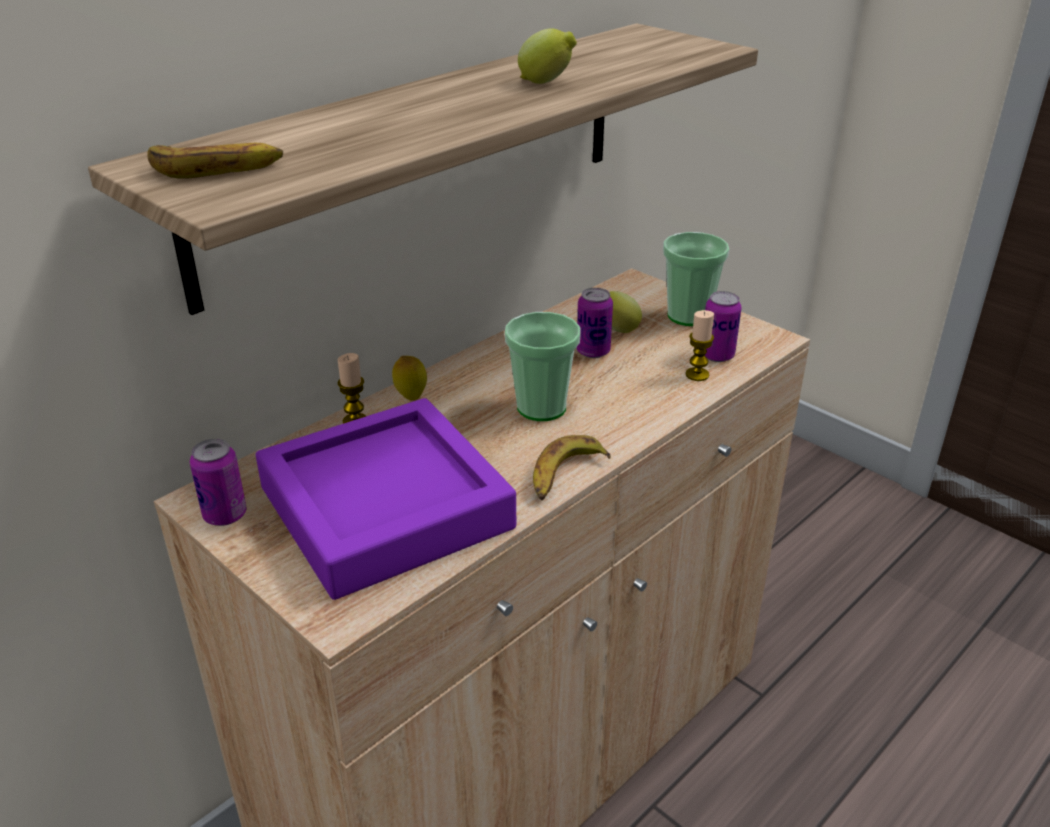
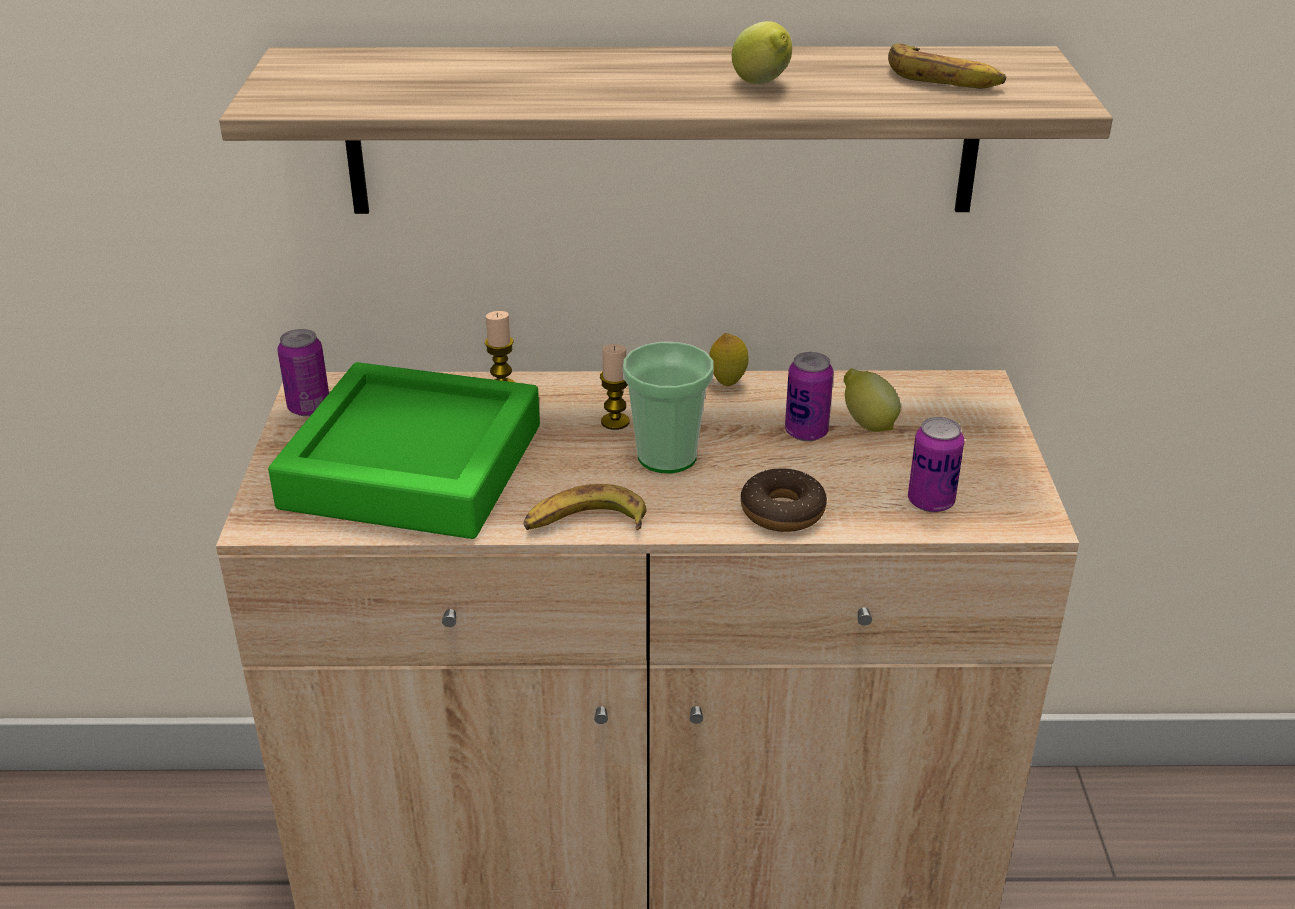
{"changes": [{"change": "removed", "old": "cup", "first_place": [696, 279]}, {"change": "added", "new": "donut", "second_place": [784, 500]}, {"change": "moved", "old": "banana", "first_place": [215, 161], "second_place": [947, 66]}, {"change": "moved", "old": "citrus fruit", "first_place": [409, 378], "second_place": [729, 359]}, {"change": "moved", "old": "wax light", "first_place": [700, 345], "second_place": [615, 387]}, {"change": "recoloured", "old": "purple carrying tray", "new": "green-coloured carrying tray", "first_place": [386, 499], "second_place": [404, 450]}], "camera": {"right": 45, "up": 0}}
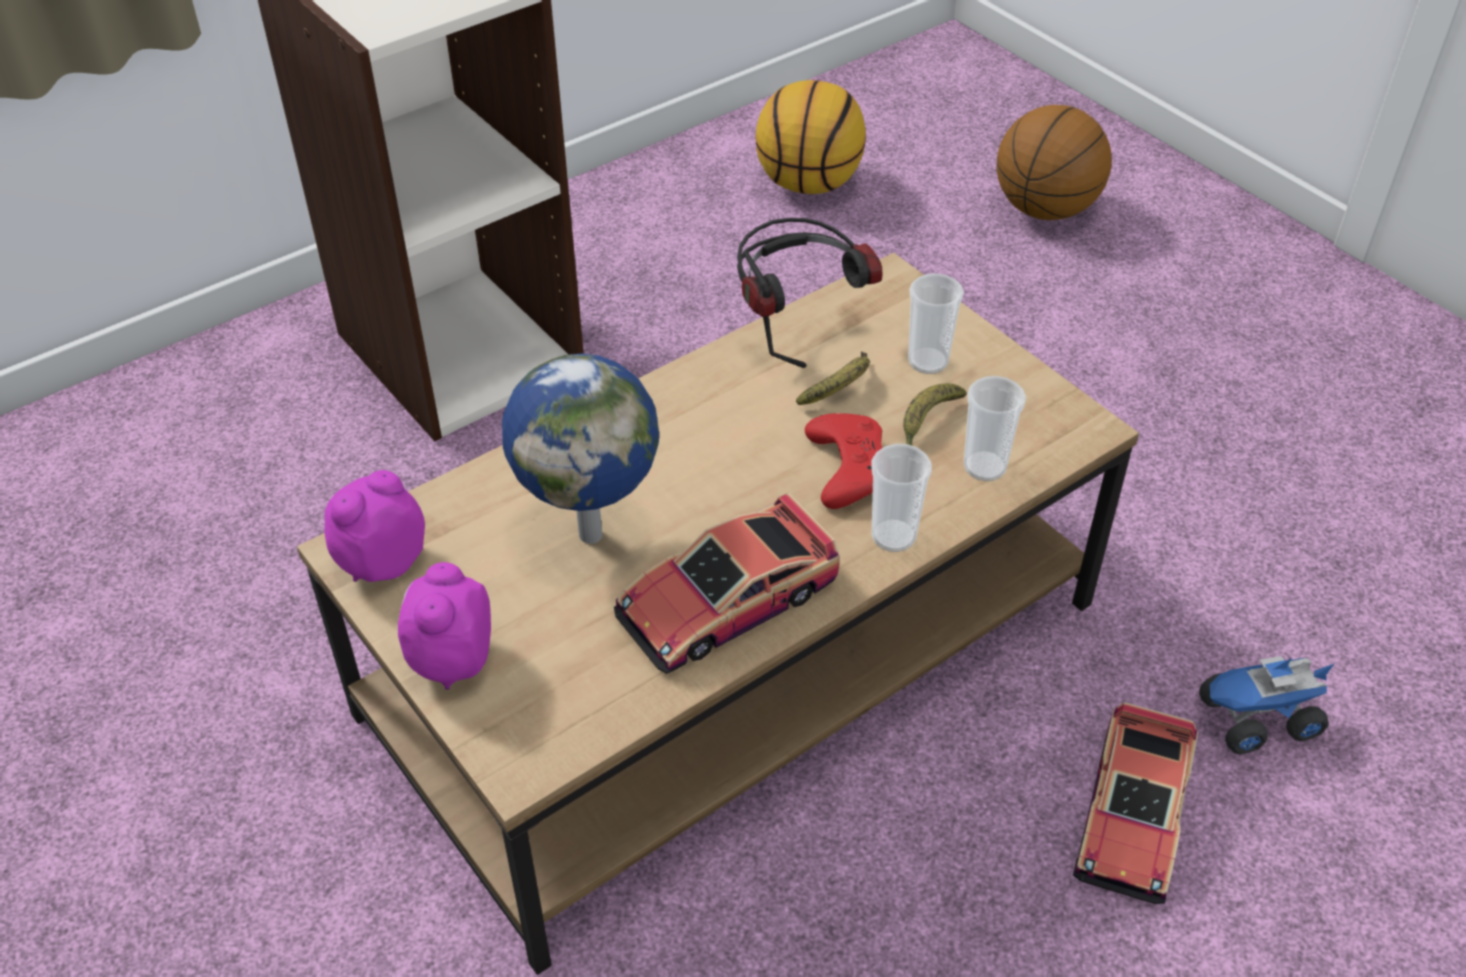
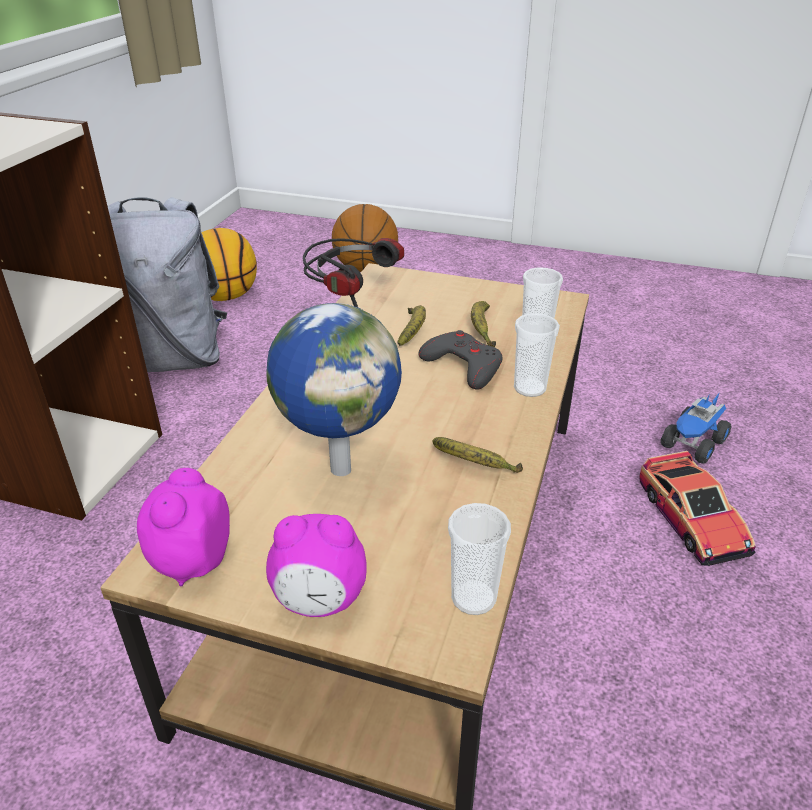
{"changes": [{"change": "added", "new": "greyish backpack", "second_place": [167, 284]}, {"change": "moved", "old": "cup", "first_place": [936, 323], "second_place": [479, 559]}, {"change": "replaced", "old": "model car", "new": "banana", "first_place": [727, 583], "second_place": [477, 455]}, {"change": "recoloured", "old": "red game controller", "new": "greyish game controller", "first_place": [843, 461], "second_place": [460, 359]}, {"change": "turned", "old": "table clock", "first_place": [444, 626], "second_place": [316, 565], "degrees": -60}], "camera": {"right": -35, "up": -10}}
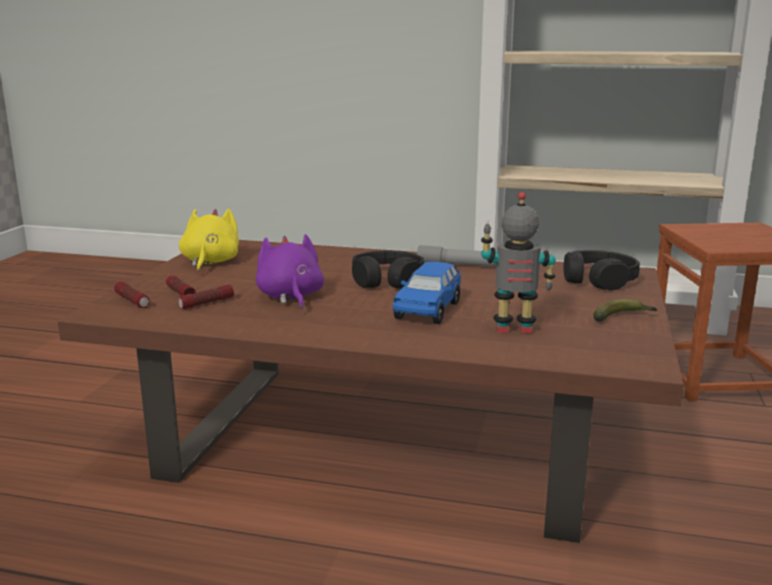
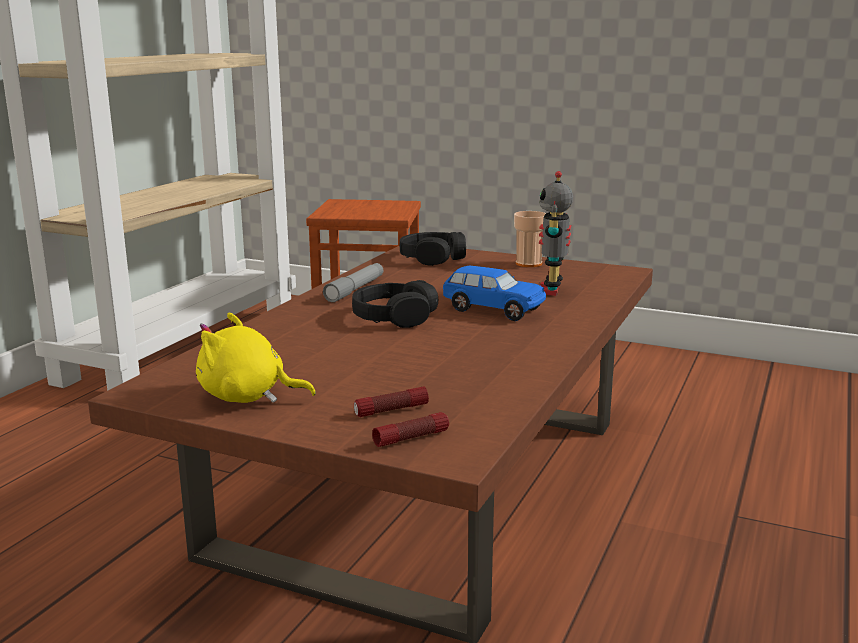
{"changes": [{"change": "removed", "old": "torch", "first_place": [206, 297]}, {"change": "removed", "old": "purple plush toy", "first_place": [290, 271]}, {"change": "replaced", "old": "banana", "new": "cup", "first_place": [625, 310], "second_place": [530, 239]}], "camera": {"right": -80, "up": 0}}
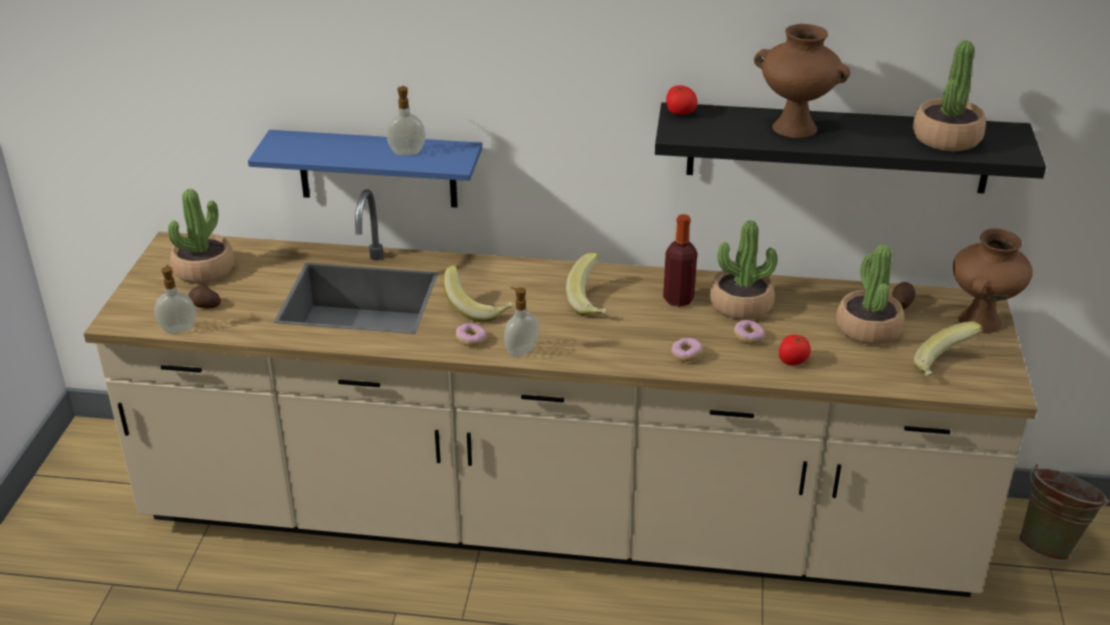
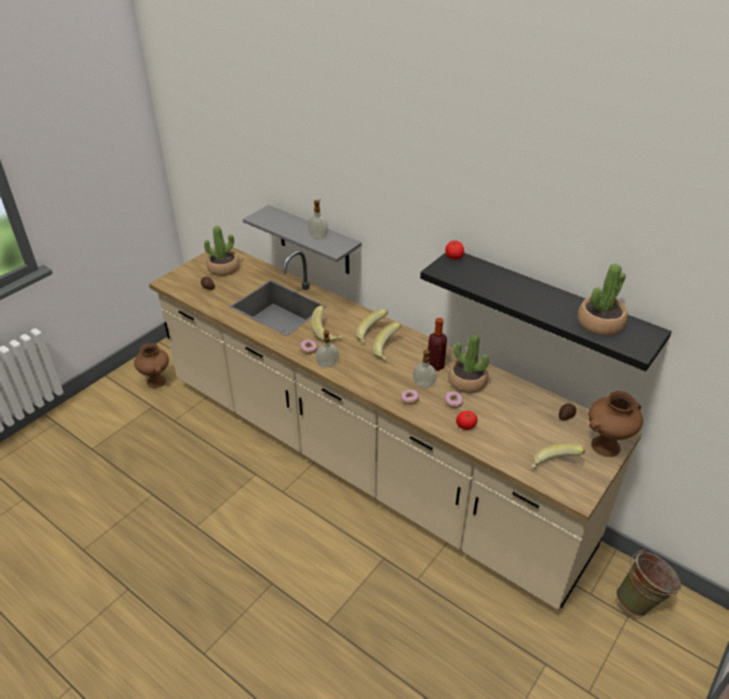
{"changes": [{"change": "removed", "old": "houseplant", "first_place": [870, 294]}, {"change": "added", "new": "banana", "second_place": [371, 326]}, {"change": "moved", "old": "liquid soap bottle", "first_place": [175, 299], "second_place": [425, 368]}, {"change": "moved", "old": "brown decorative vase", "first_place": [802, 81], "second_place": [151, 365]}, {"change": "recoloured", "old": "blue-coloured bracket shelf", "new": "greyish bracket shelf", "first_place": [365, 169], "second_place": [302, 239]}], "camera": {"right": 30, "up": 5}}
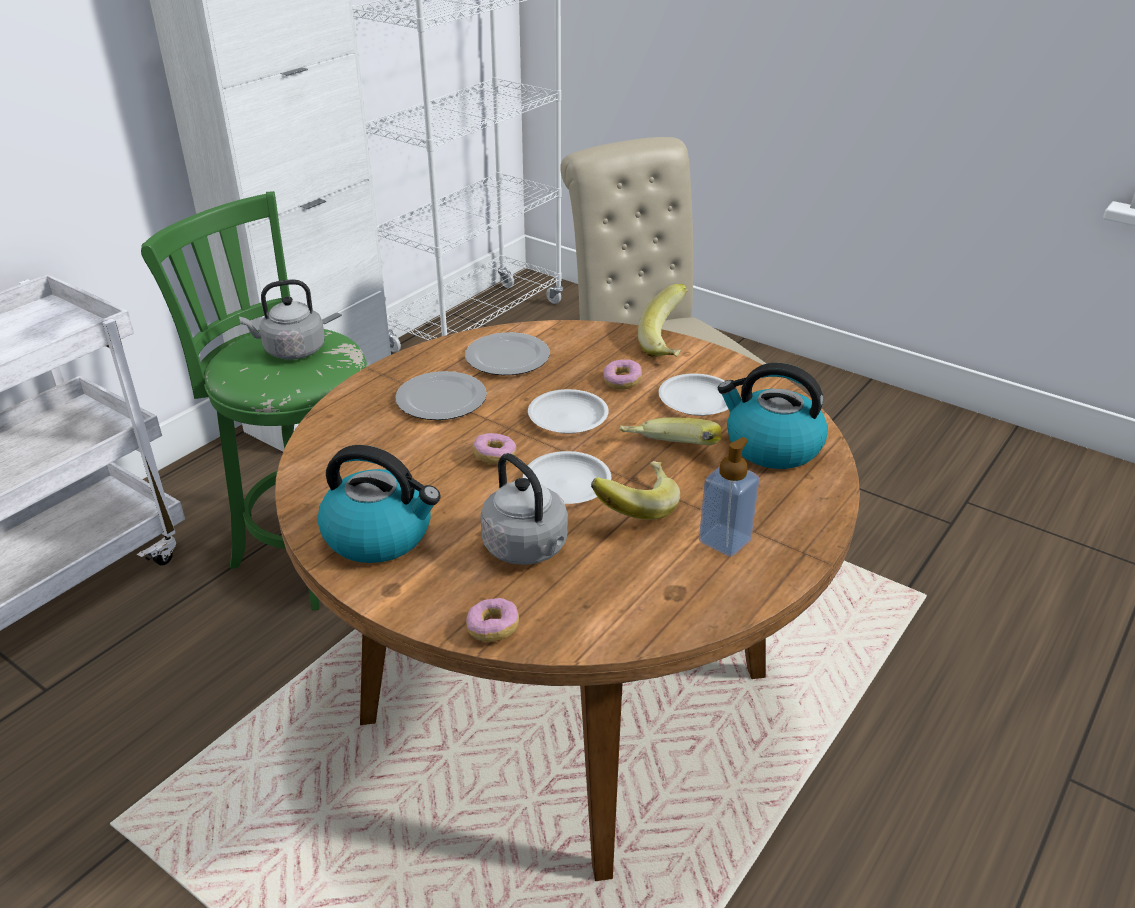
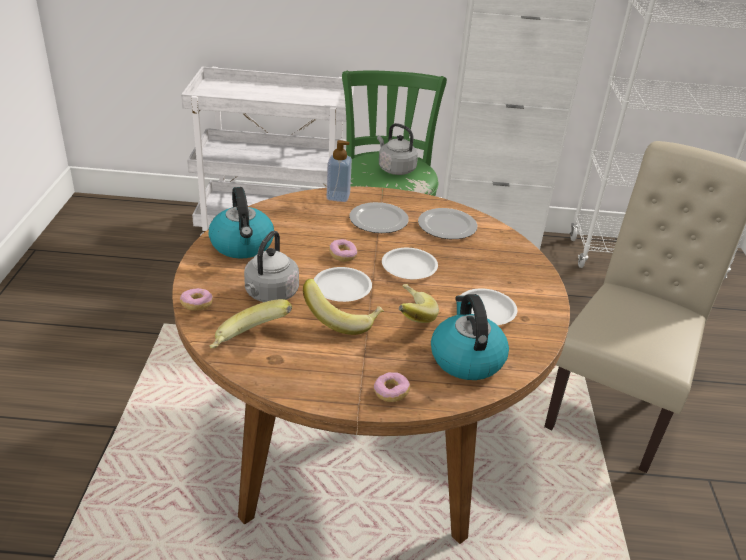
{"changes": [{"change": "moved", "old": "donut", "first_place": [622, 374], "second_place": [392, 387]}, {"change": "moved", "old": "banana", "first_place": [663, 320], "second_place": [251, 323]}, {"change": "moved", "old": "liquid soap bottle", "first_place": [729, 497], "second_place": [339, 171]}], "camera": {"right": 55, "up": 0}}
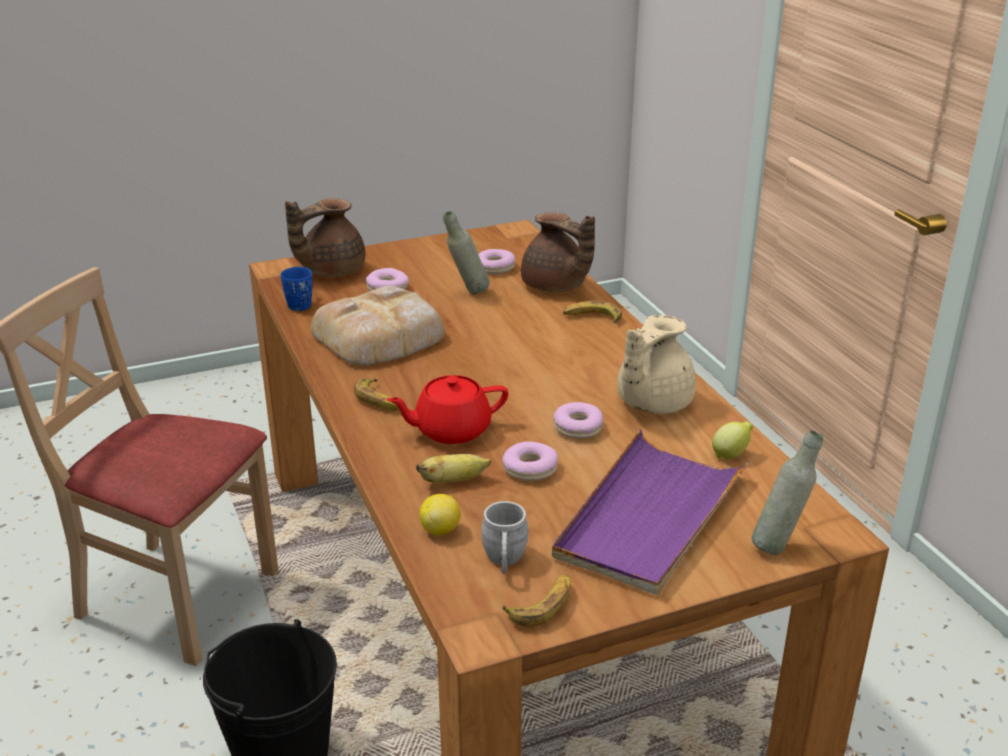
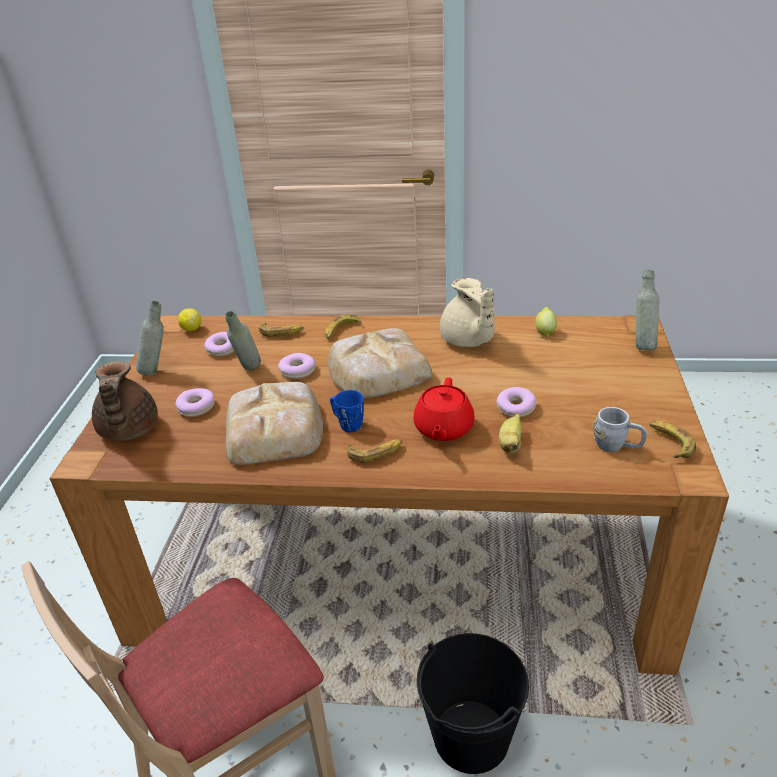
{"changes": [{"change": "removed", "old": "purple carrying tray", "first_place": [650, 512]}, {"change": "added", "new": "greyish drink bottle", "second_place": [150, 338]}, {"change": "added", "new": "baked bread", "second_place": [380, 363]}, {"change": "moved", "old": "blue-coloured tea mug", "first_place": [296, 289], "second_place": [347, 411]}, {"change": "moved", "old": "citrus fruit", "first_place": [440, 514], "second_place": [189, 319]}, {"change": "moved", "old": "donut", "first_place": [578, 420], "second_place": [296, 366]}, {"change": "replaced", "old": "brown tea pot", "new": "banana", "first_place": [558, 252], "second_place": [281, 330]}], "camera": {"right": -60, "up": 5}}
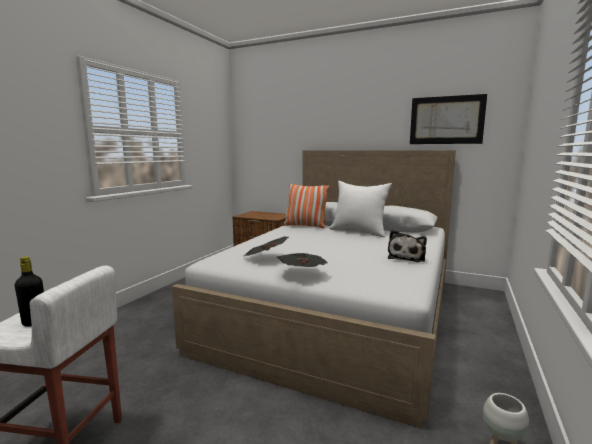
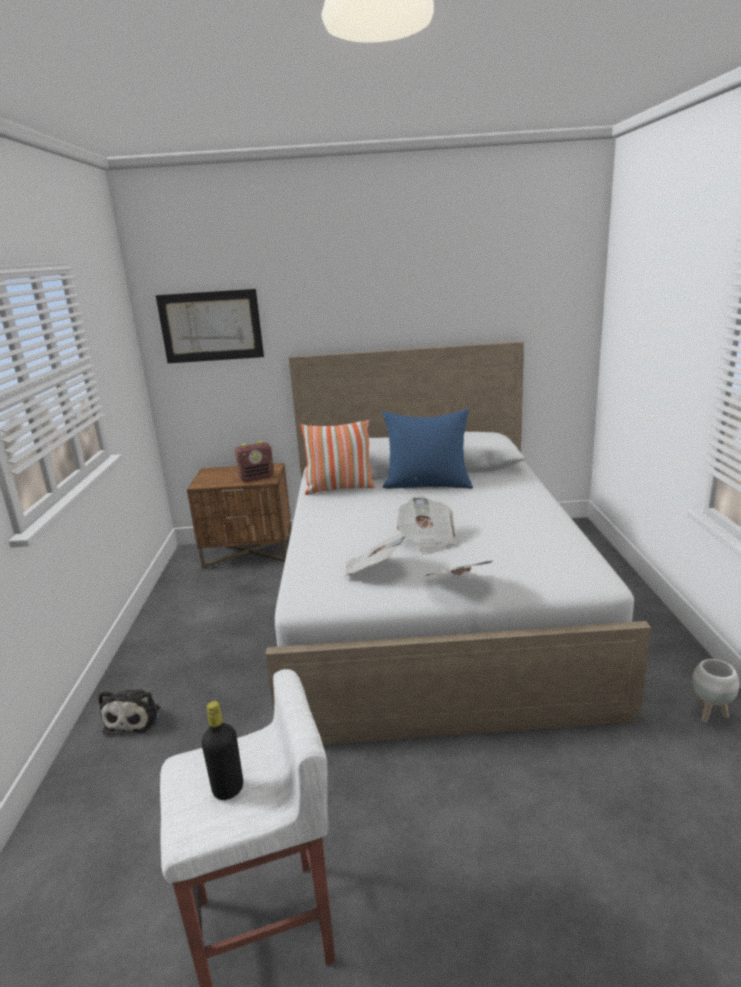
{"changes": [{"change": "added", "new": "radio set", "second_place": [254, 461]}, {"change": "added", "new": "printed paper", "second_place": [426, 525]}, {"change": "moved", "old": "plush toy", "first_place": [407, 246], "second_place": [129, 712]}, {"change": "moved", "old": "wall art", "first_place": [448, 119], "second_place": [210, 326]}, {"change": "recoloured", "old": "white-coloured pillow", "new": "blue-coloured pillow", "first_place": [360, 209], "second_place": [427, 449]}], "camera": {"right": -25, "up": 10}}
